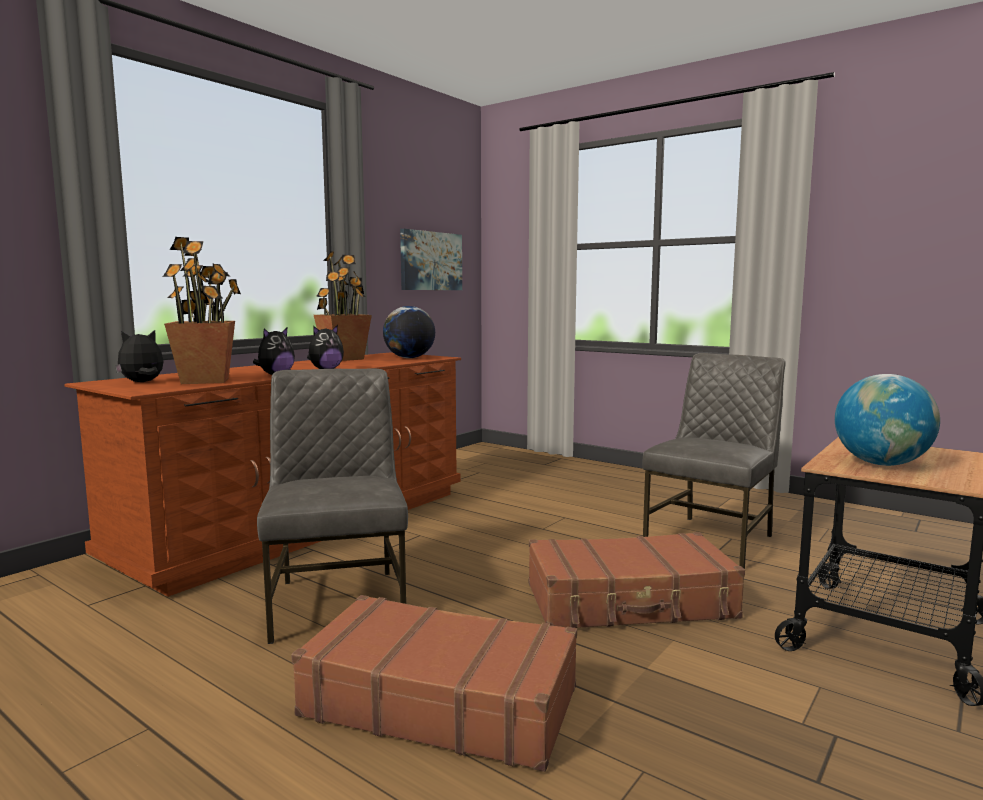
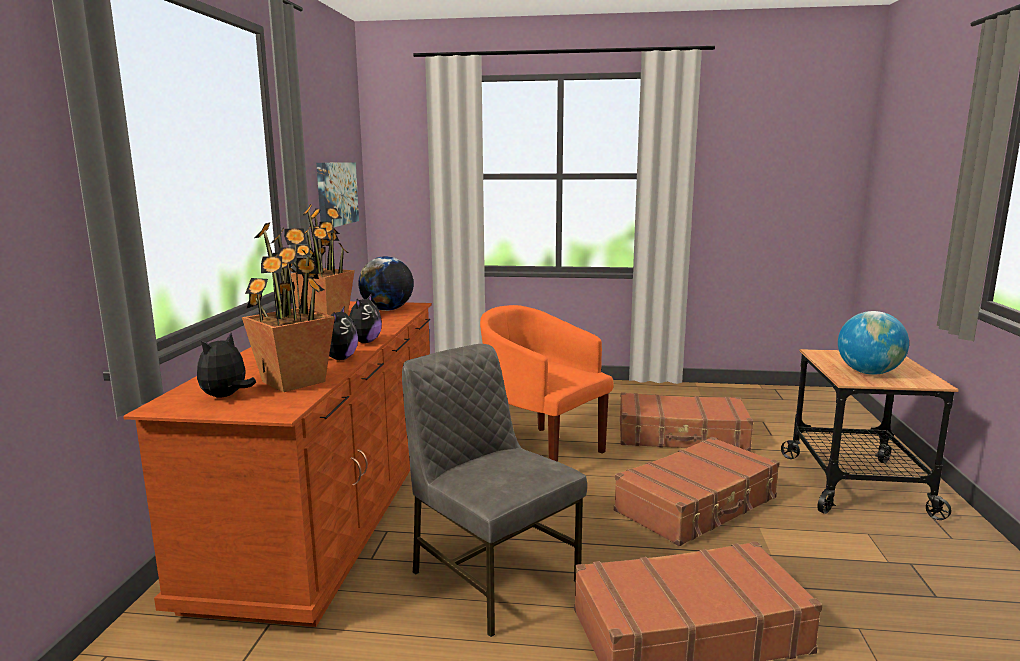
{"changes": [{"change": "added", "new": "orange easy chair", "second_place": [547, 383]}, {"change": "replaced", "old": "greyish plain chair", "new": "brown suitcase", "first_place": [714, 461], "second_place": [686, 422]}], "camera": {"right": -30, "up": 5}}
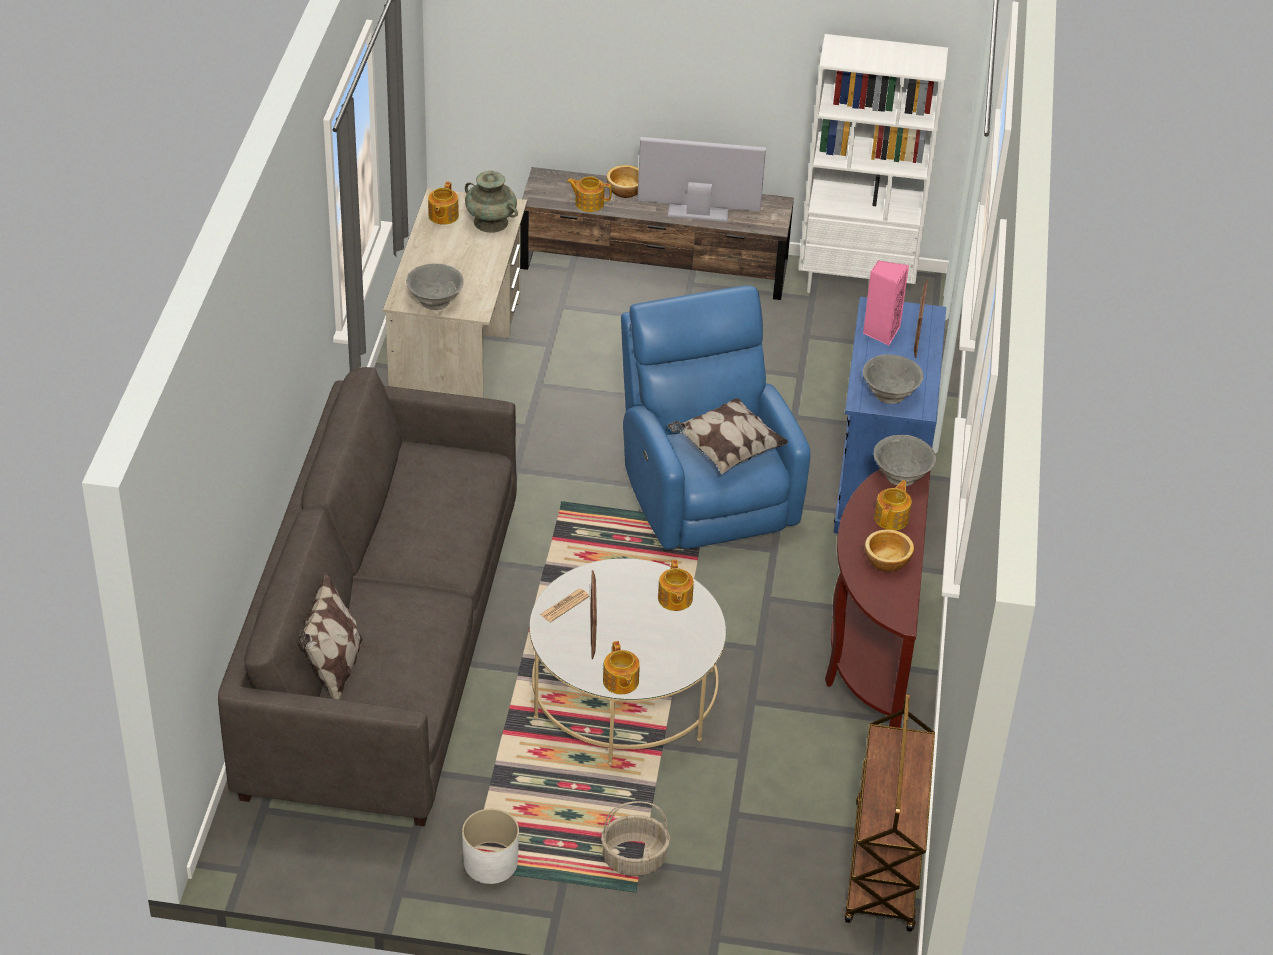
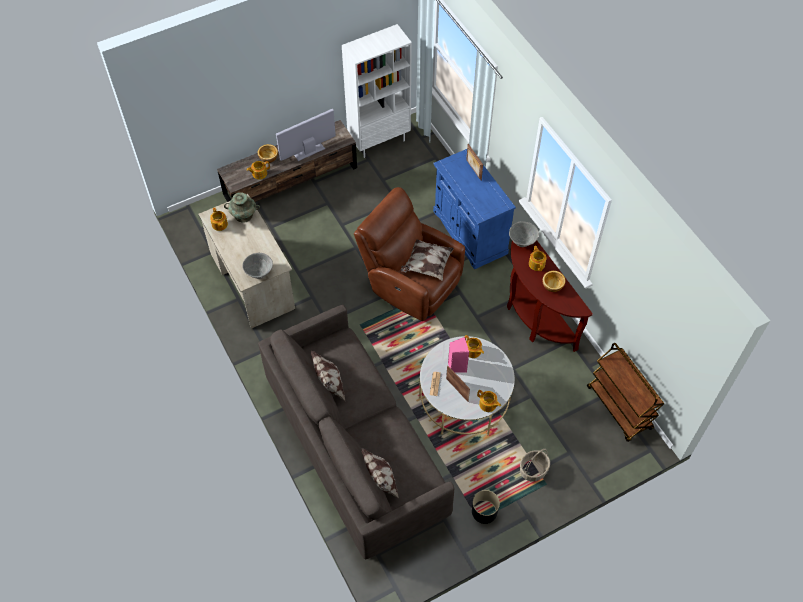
{"changes": [{"change": "removed", "old": "greyish deep dish", "first_place": [893, 379]}, {"change": "added", "new": "pillow", "second_place": [328, 375]}, {"change": "moved", "old": "pink audio speaker", "first_place": [886, 302], "second_place": [458, 355]}, {"change": "recoloured", "old": "white-coloured plant pot", "new": "black-coloured plant pot", "first_place": [490, 846], "second_place": [486, 507]}, {"change": "recoloured", "old": "blue-coloured easy chair", "new": "brown easy chair", "first_place": [716, 417], "second_place": [409, 254]}], "camera": {"right": -35, "up": 15}}
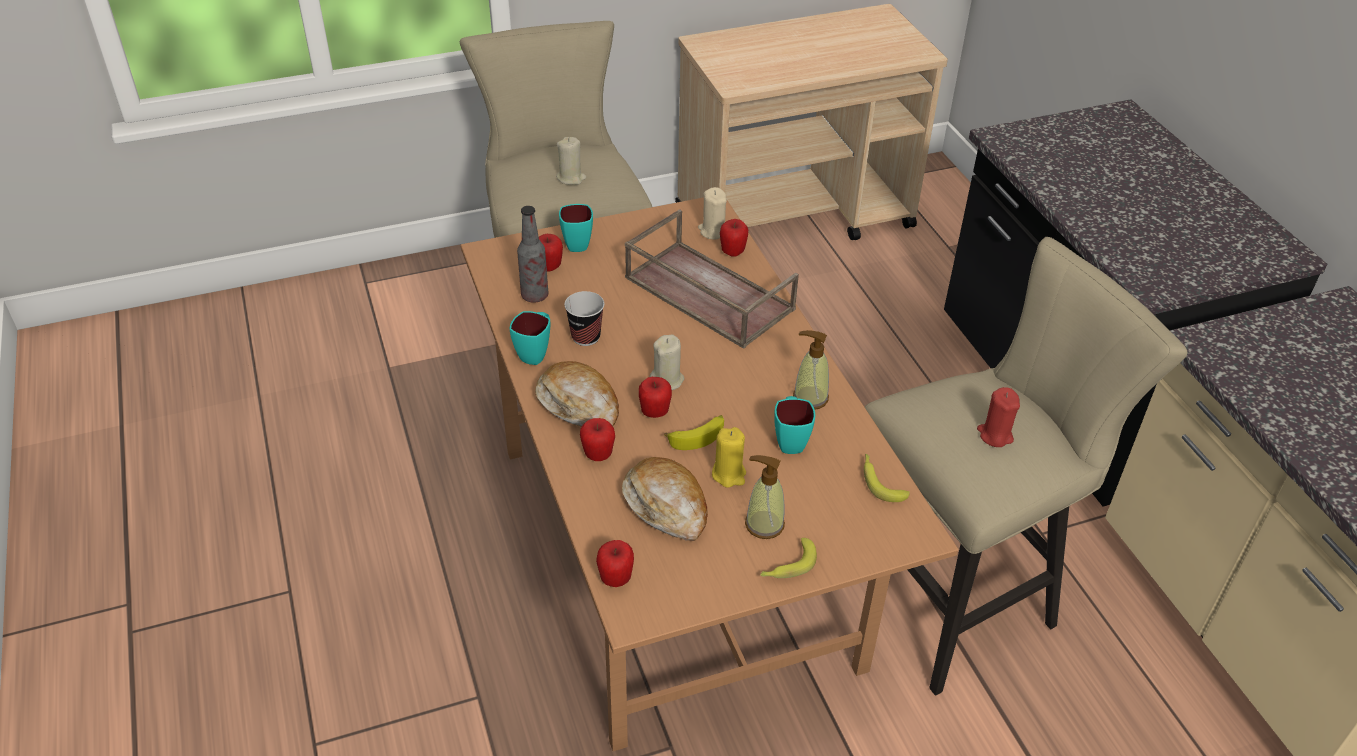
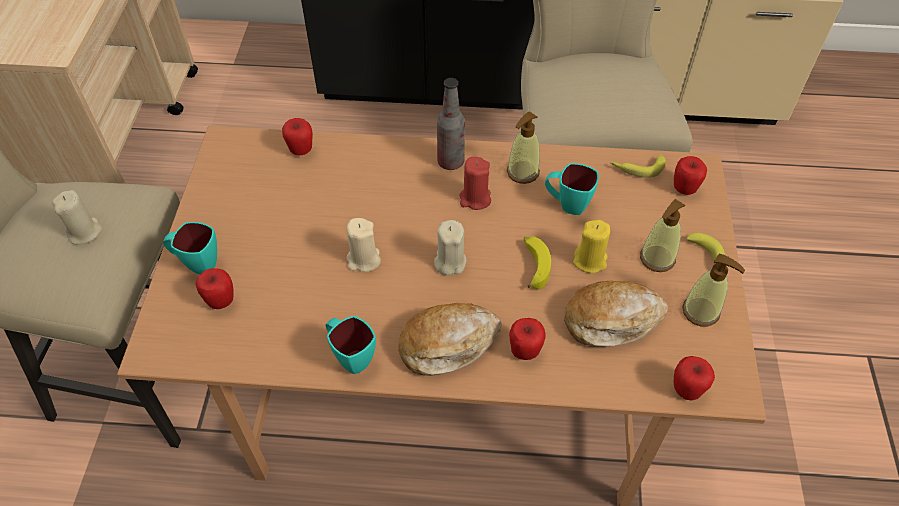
{"changes": [{"change": "removed", "old": "cup", "first_place": [584, 318]}, {"change": "removed", "old": "brown carrying tray", "first_place": [712, 279]}, {"change": "added", "new": "liquid soap bottle", "second_place": [713, 289]}, {"change": "moved", "old": "drink bottle", "first_place": [532, 254], "second_place": [451, 124]}, {"change": "moved", "old": "whole apple", "first_place": [655, 397], "second_place": [690, 175]}, {"change": "moved", "old": "beige wax light", "first_place": [712, 213], "second_place": [364, 245]}, {"change": "moved", "old": "red wax light", "first_place": [998, 417], "second_place": [475, 183]}], "camera": {"right": -65, "up": 10}}
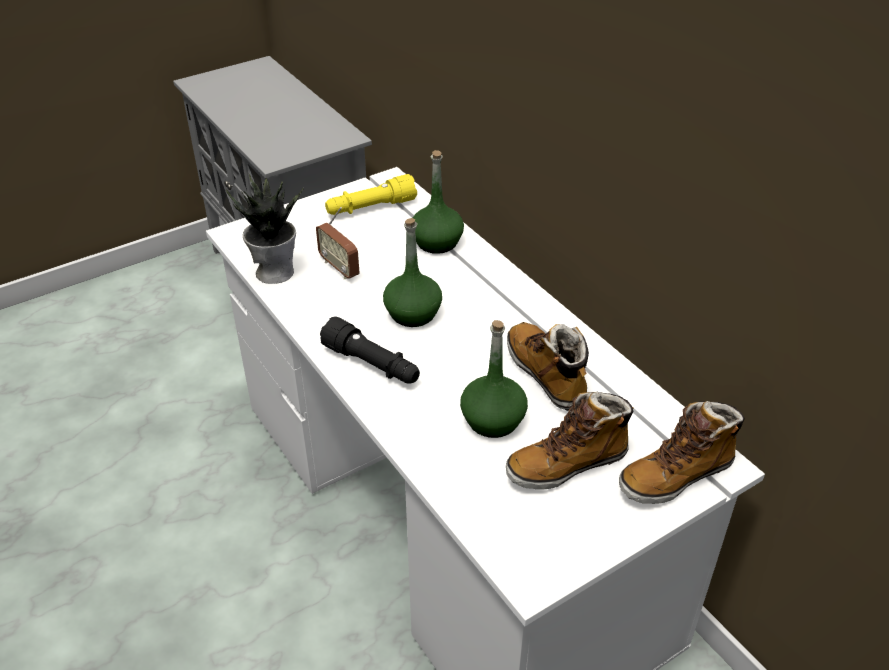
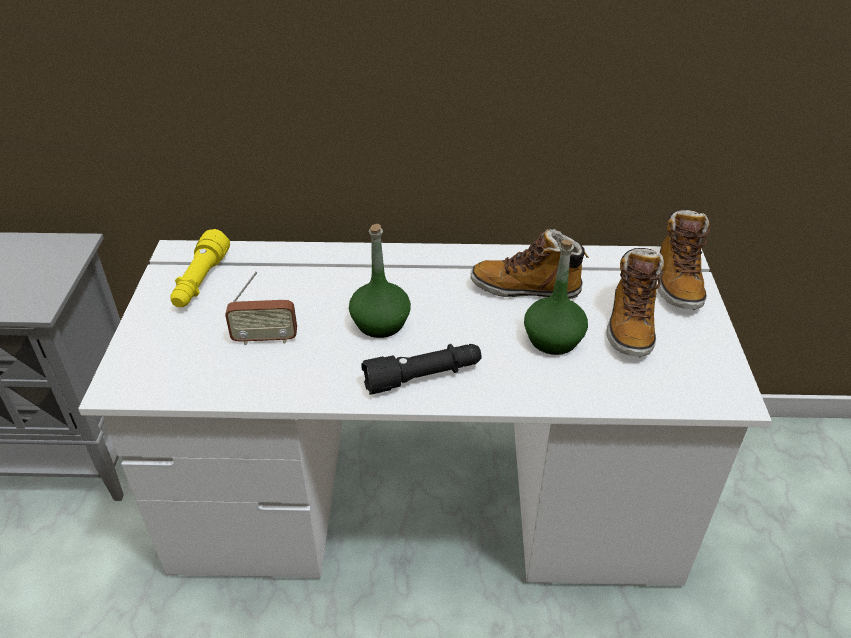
{"changes": [{"change": "removed", "old": "houseplant", "first_place": [265, 229]}, {"change": "removed", "old": "green-coloured drink bottle", "first_place": [438, 202]}], "camera": {"right": -55, "up": 0}}
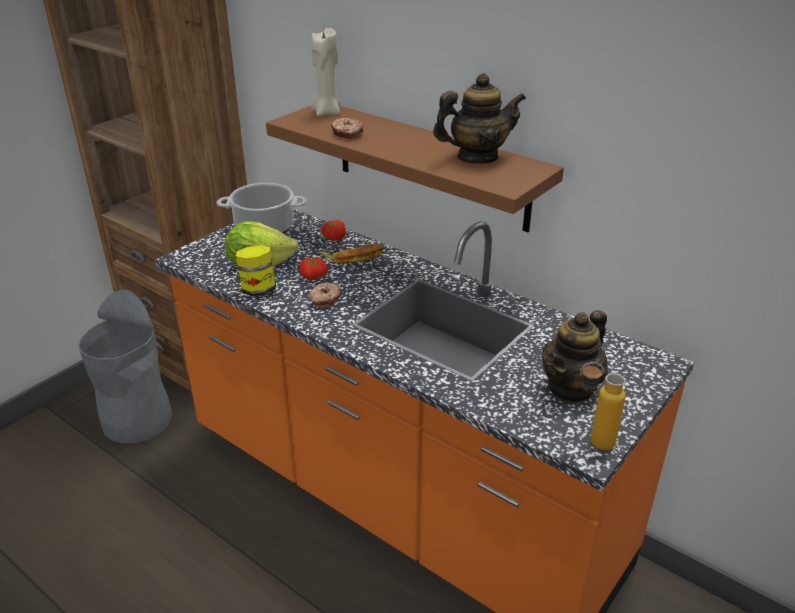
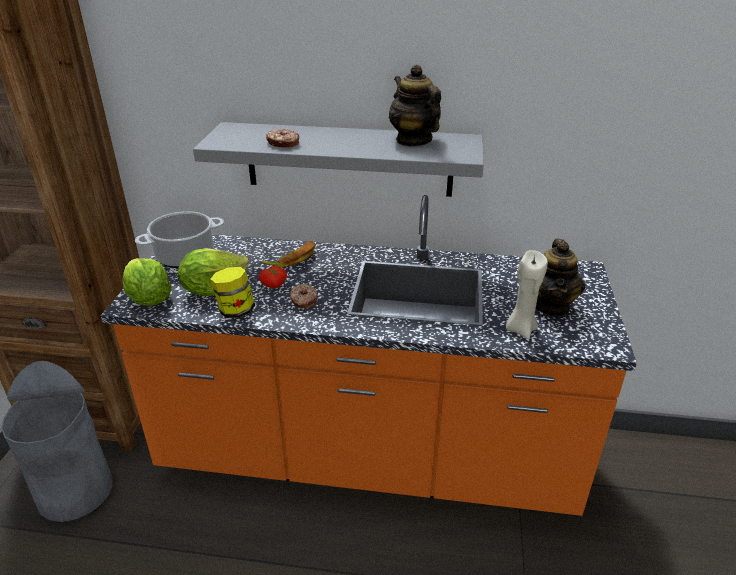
{"changes": [{"change": "removed", "old": "fresh tomato", "first_place": [333, 230]}, {"change": "removed", "old": "drink bottle", "first_place": [603, 406]}, {"change": "added", "new": "lettuce", "second_place": [147, 282]}, {"change": "moved", "old": "beige wax light", "first_place": [326, 72], "second_place": [527, 294]}, {"change": "recoloured", "old": "brown bracket shelf", "new": "greyish bracket shelf", "first_place": [415, 169], "second_place": [338, 159]}, {"change": "turned", "old": "tea pot", "first_place": [479, 118], "second_place": [415, 105], "degrees": -75}], "camera": {"right": -30, "up": 0}}
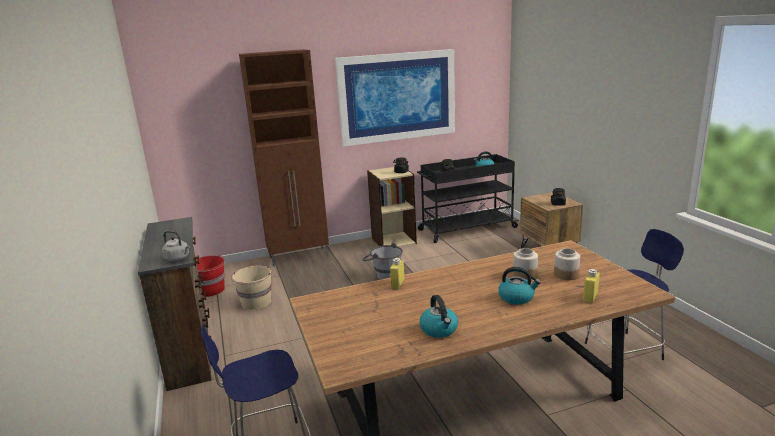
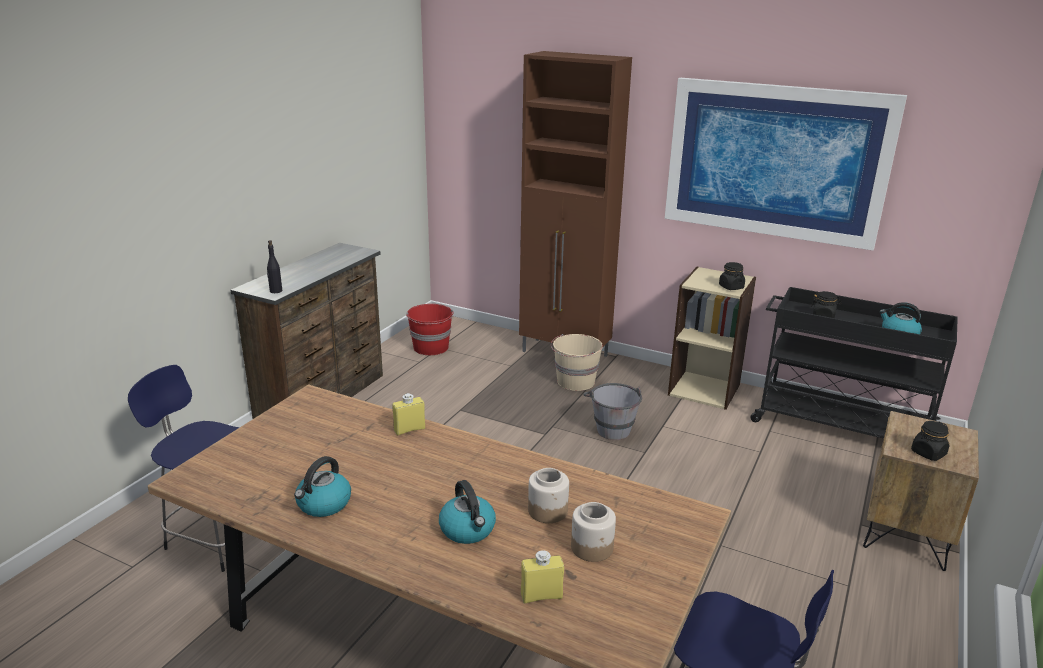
{"changes": [{"change": "moved", "old": "beige bucket", "first_place": [251, 288], "second_place": [577, 362]}, {"change": "replaced", "old": "greyish tea kettle", "new": "black-coloured drink bottle", "first_place": [176, 246], "second_place": [274, 266]}], "camera": {"right": 45, "up": 5}}
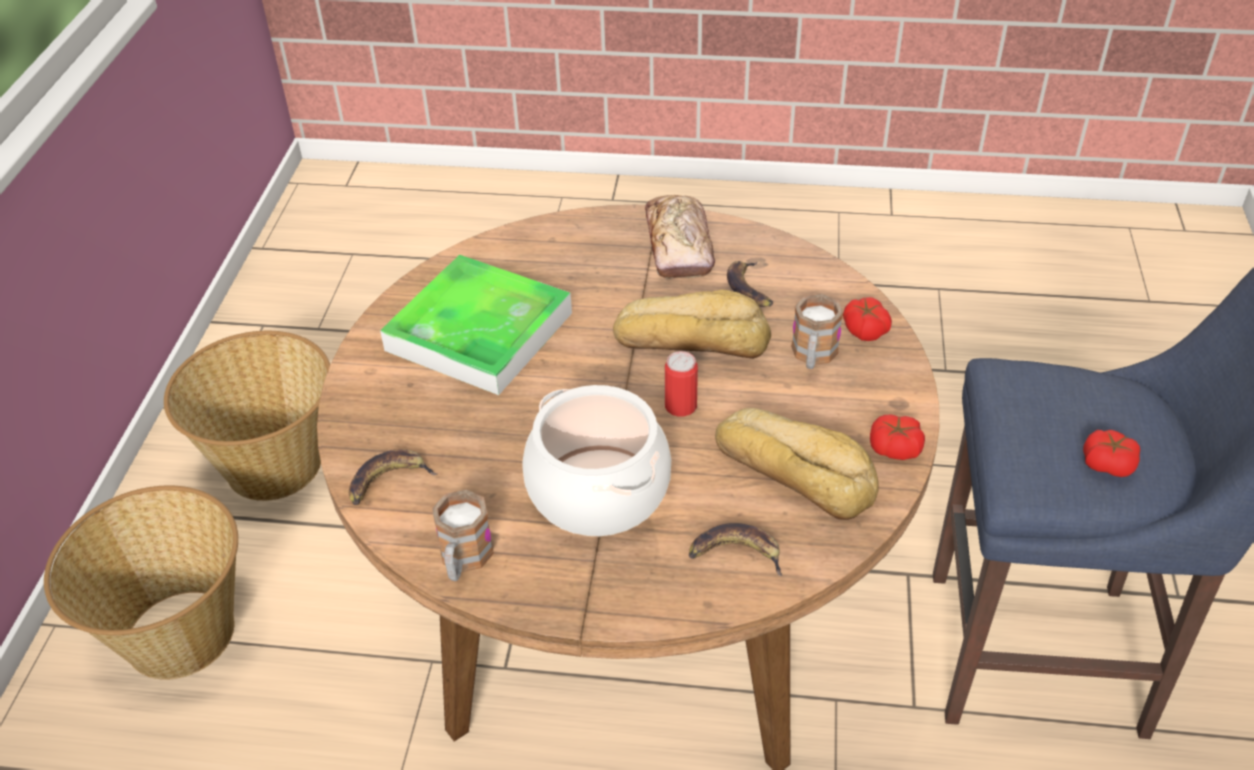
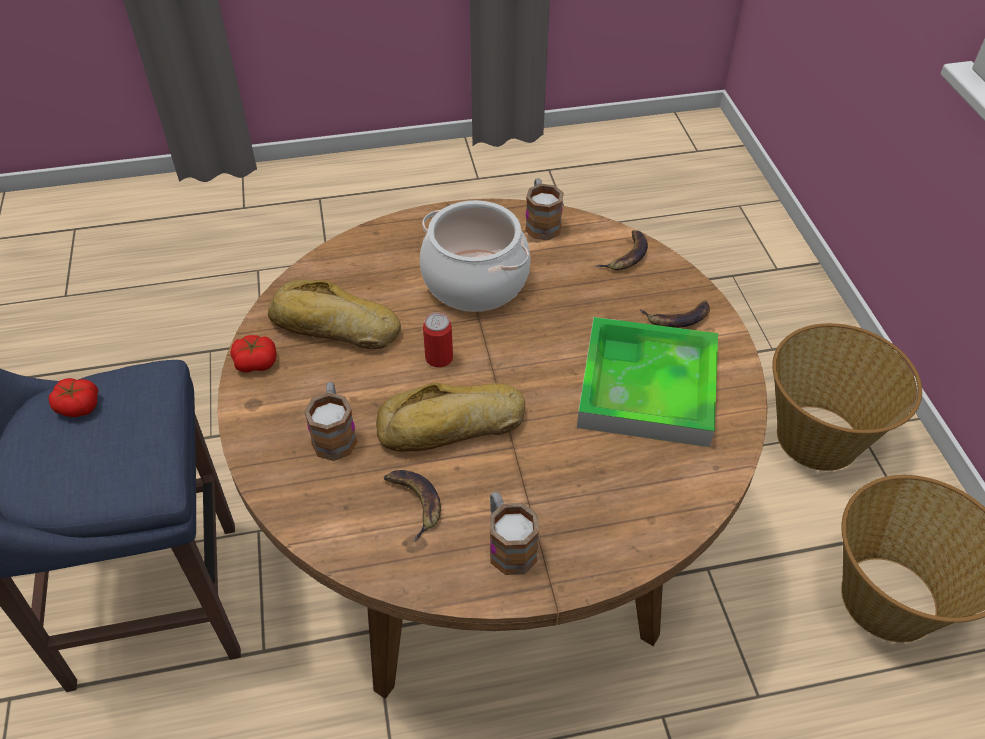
{"changes": [{"change": "removed", "old": "fresh tomato", "first_place": [867, 319]}, {"change": "moved", "old": "banana", "first_place": [735, 549], "second_place": [675, 314]}, {"change": "replaced", "old": "baked bread", "new": "tea mug", "first_place": [680, 237], "second_place": [514, 533]}], "camera": {"right": 160, "up": 5}}
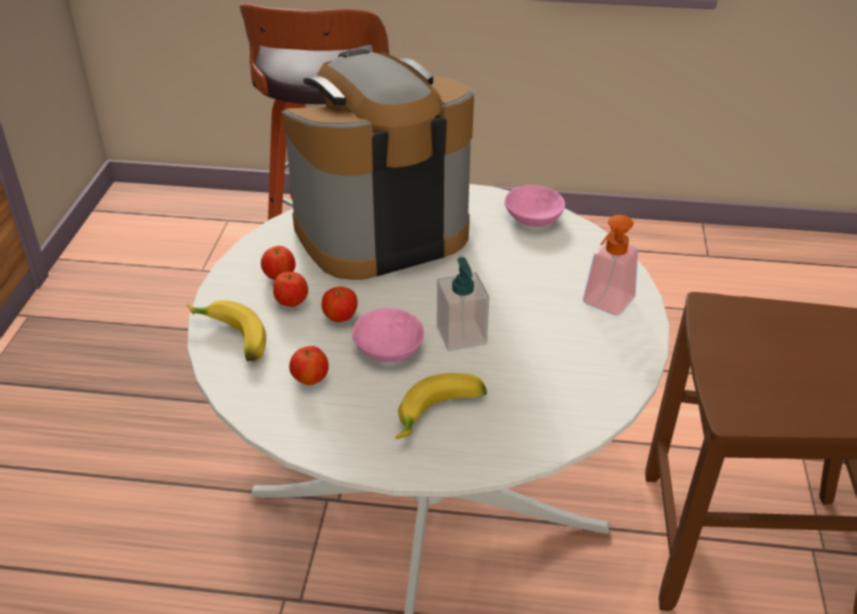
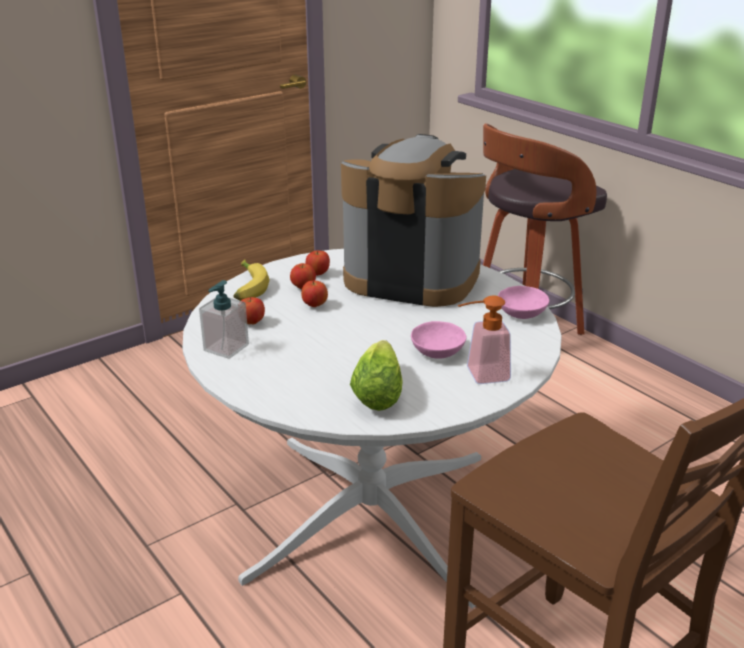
{"changes": [{"change": "removed", "old": "banana", "first_place": [441, 406]}, {"change": "added", "new": "lettuce", "second_place": [376, 375]}, {"change": "moved", "old": "pink deep dish", "first_place": [388, 335], "second_place": [439, 340]}, {"change": "moved", "old": "liquid soap bottle", "first_place": [463, 304], "second_place": [224, 319]}], "camera": {"right": 45, "up": -10}}
